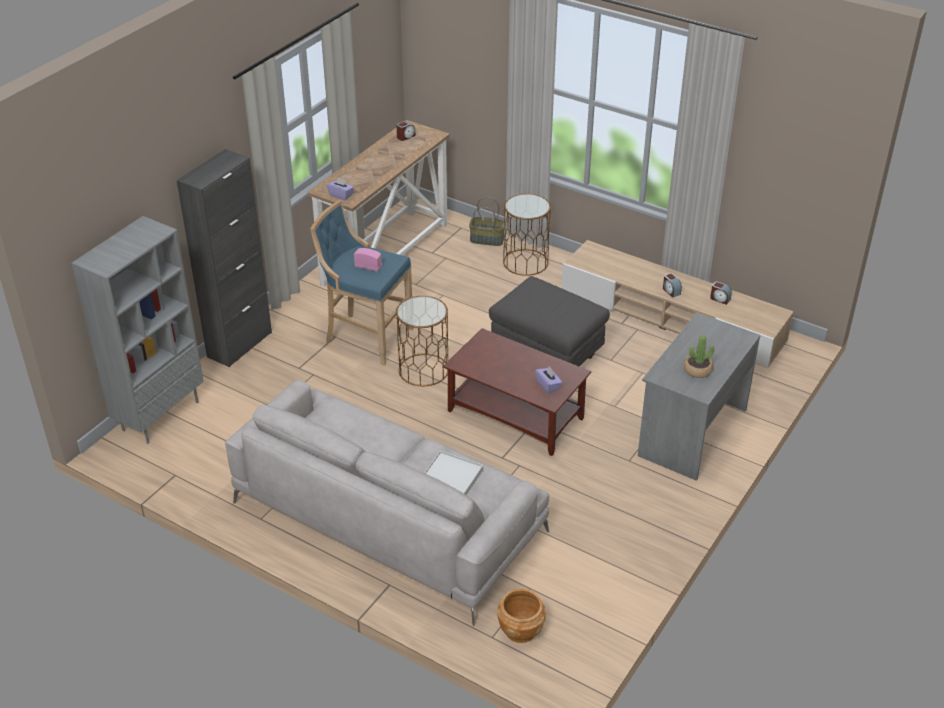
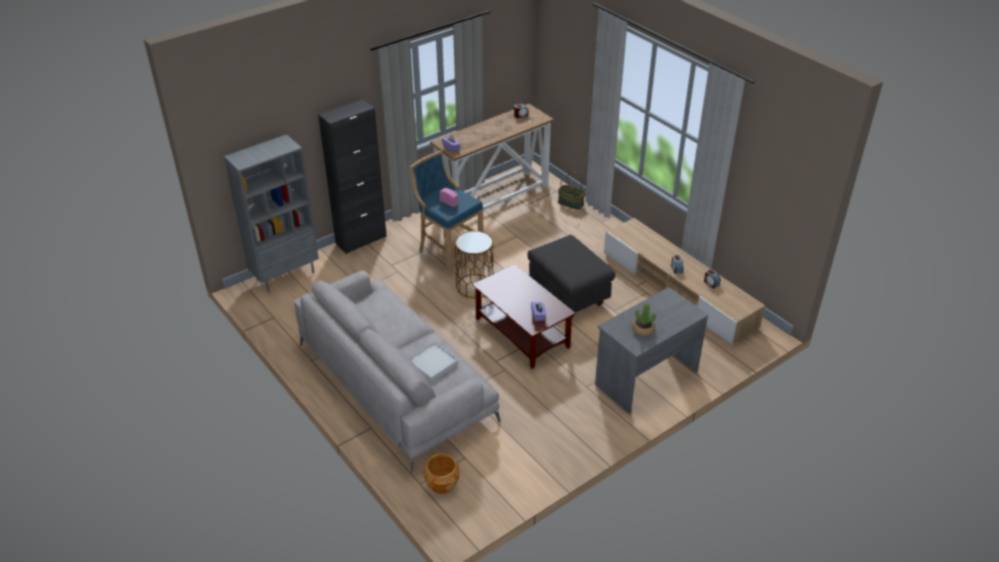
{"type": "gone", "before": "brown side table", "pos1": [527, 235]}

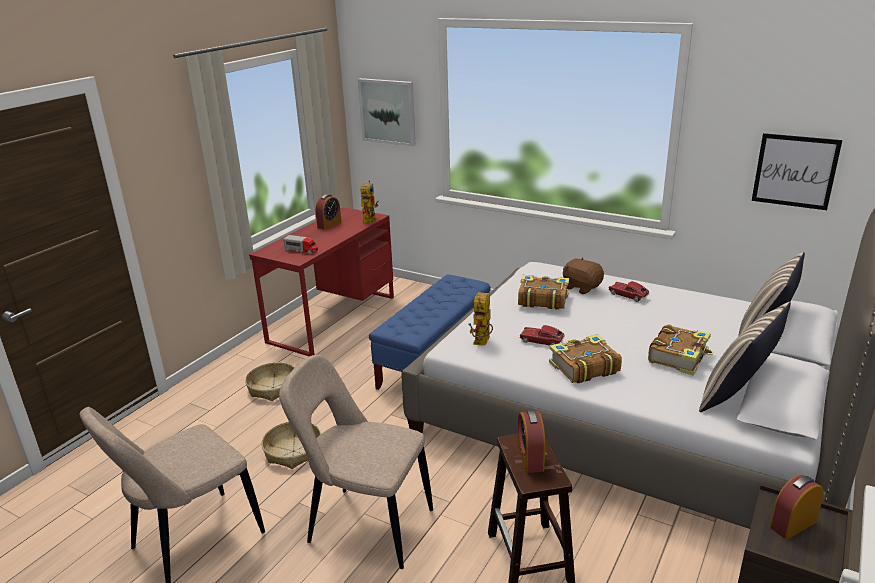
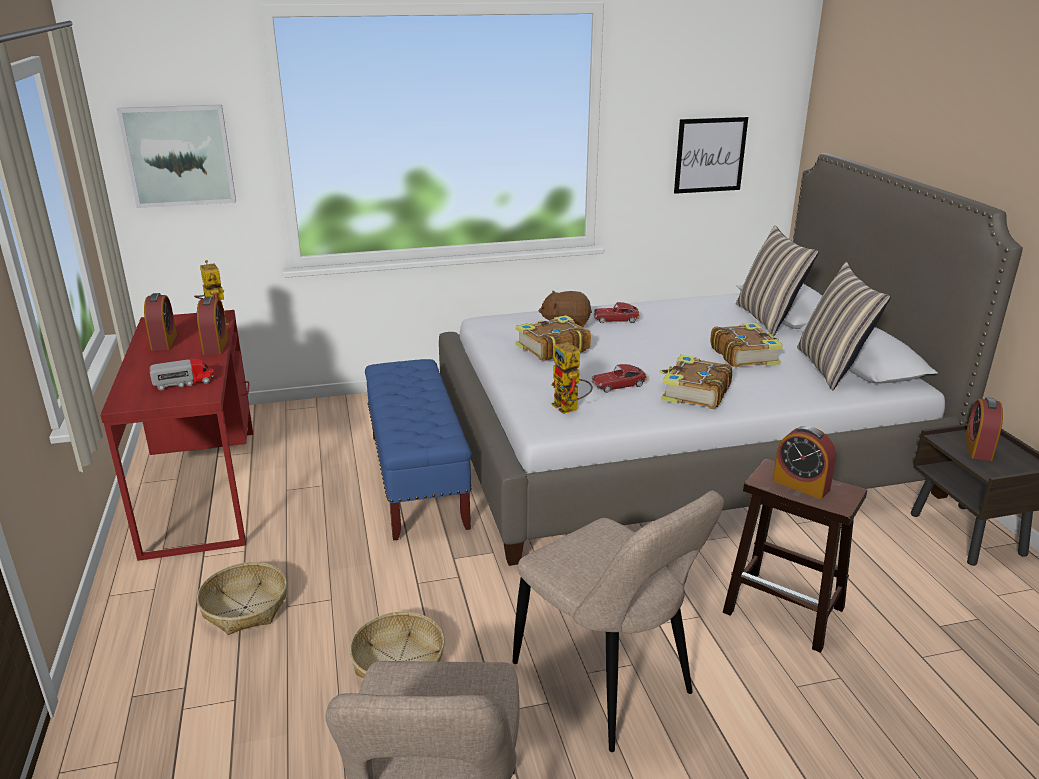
{"type": "rotated", "before": "beige chair", "pos1": [356, 462], "pos2": [618, 621], "turn": -105}
{"type": "new", "after": "alarm clock", "pos2": [212, 325]}

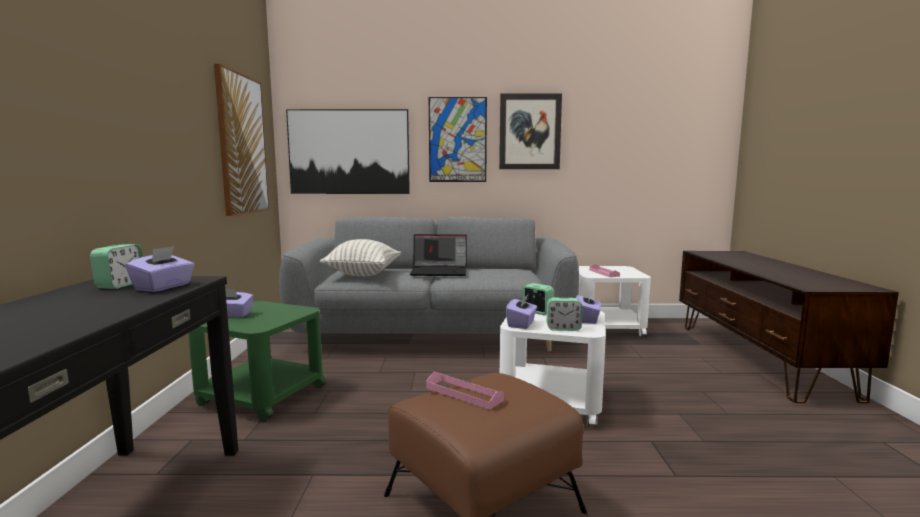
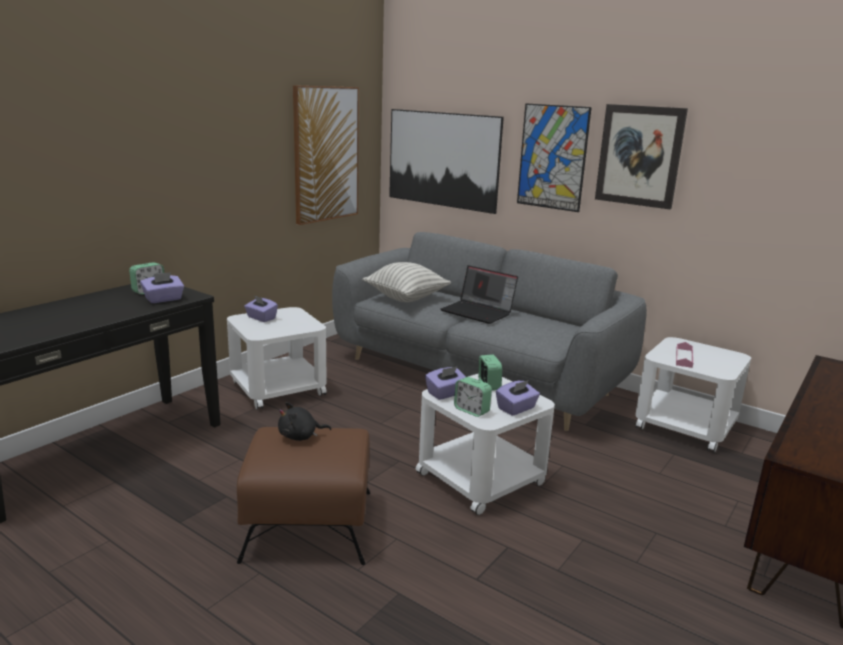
{"type": "repainted", "before": "green side table", "after": "white side table", "pos1": [257, 361], "pos2": [277, 358]}
{"type": "swapped", "before": "pink tray", "after": "black plush toy", "pos1": [465, 391], "pos2": [304, 421]}

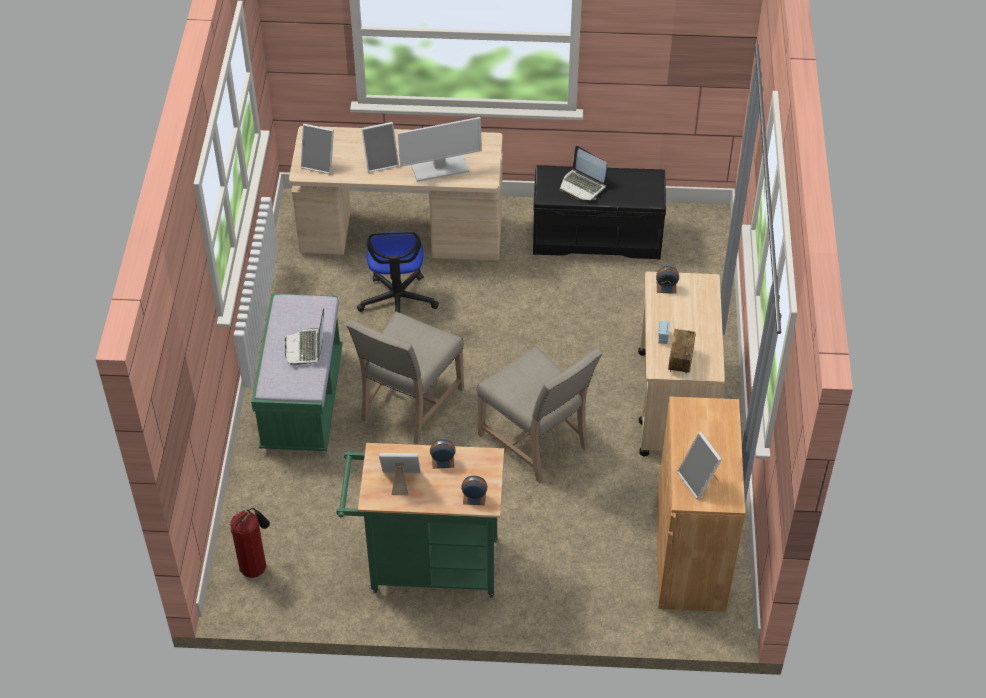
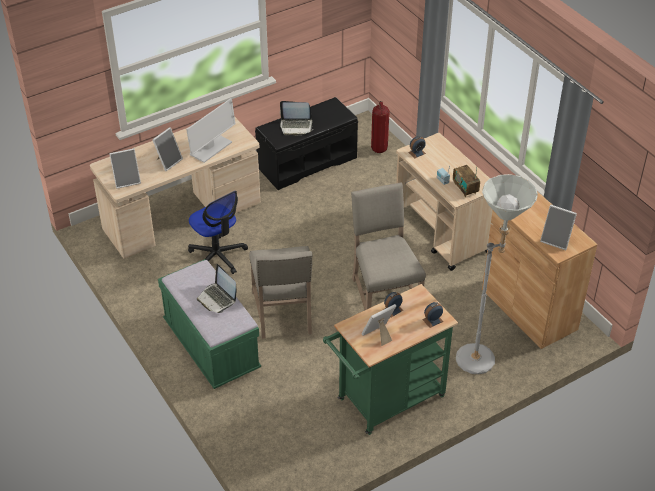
{"type": "rotated", "before": "beige chair", "pos1": [539, 414], "pos2": [388, 246], "turn": -120}
{"type": "shifted", "before": "fire extinguisher", "pos1": [249, 543], "pos2": [380, 127]}
{"type": "new", "after": "grey floor lamp", "pos2": [497, 274]}

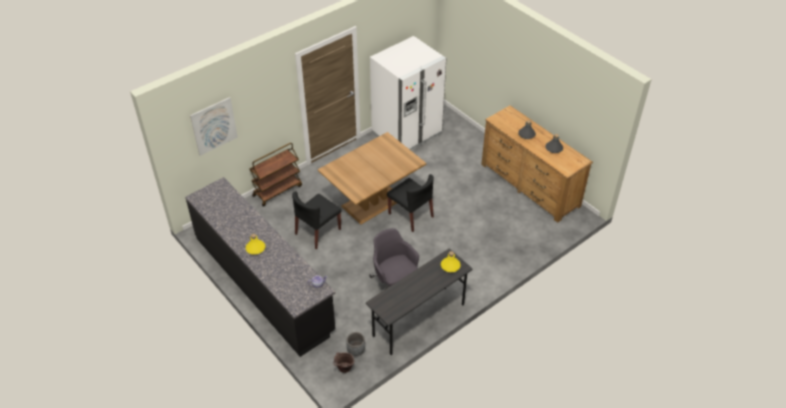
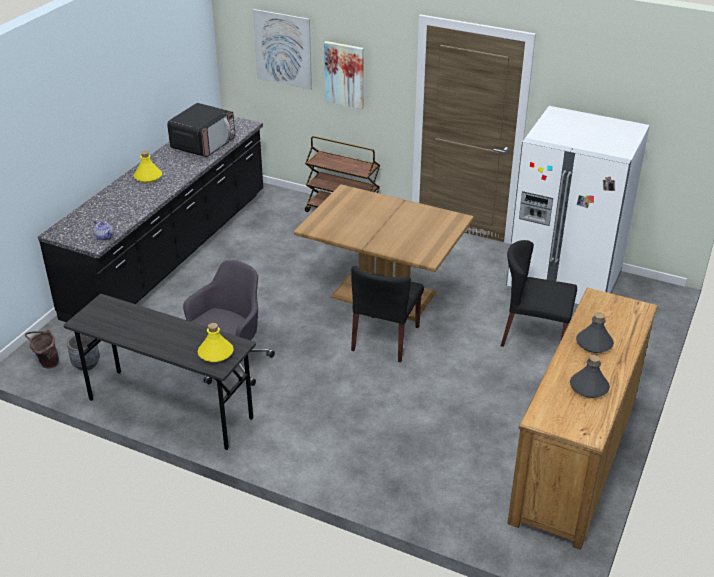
{"type": "shifted", "before": "black chair", "pos1": [317, 220], "pos2": [539, 293]}
{"type": "new", "after": "picture", "pos2": [344, 75]}
{"type": "new", "after": "microwave", "pos2": [201, 130]}

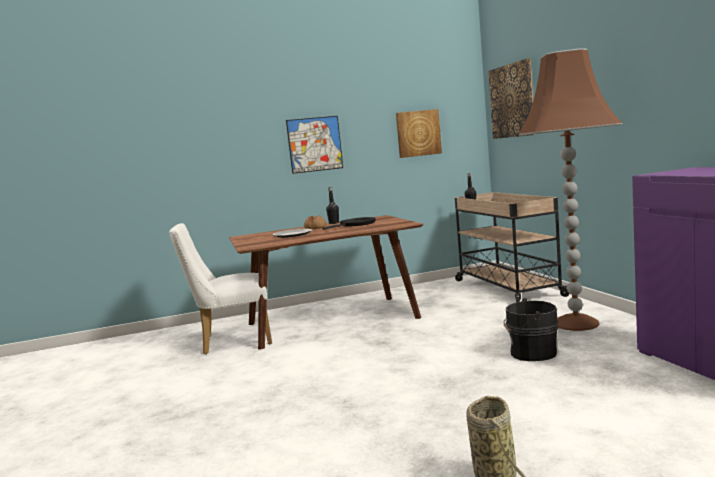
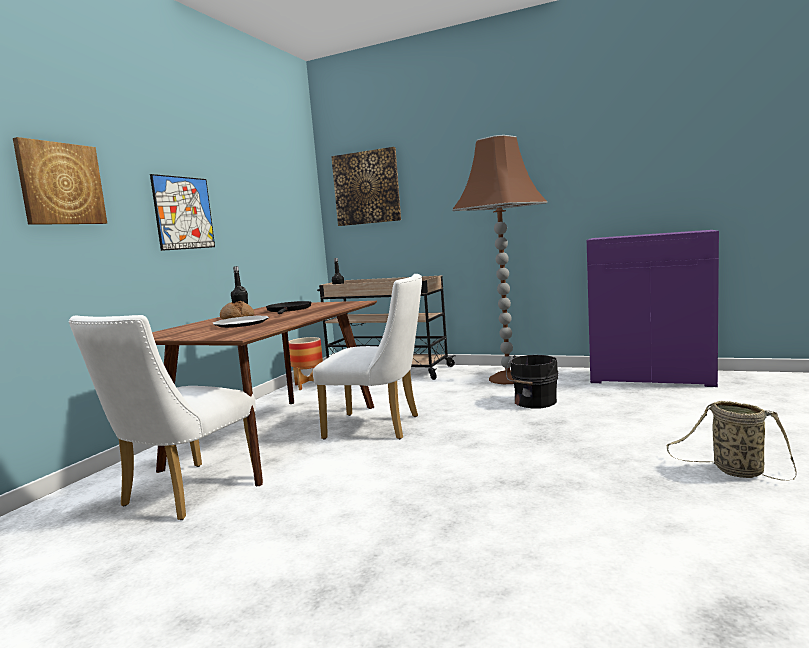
{"type": "shifted", "before": "picture", "pos1": [419, 133], "pos2": [60, 181]}
{"type": "new", "after": "white chair", "pos2": [367, 356]}
{"type": "new", "after": "planter", "pos2": [306, 363]}

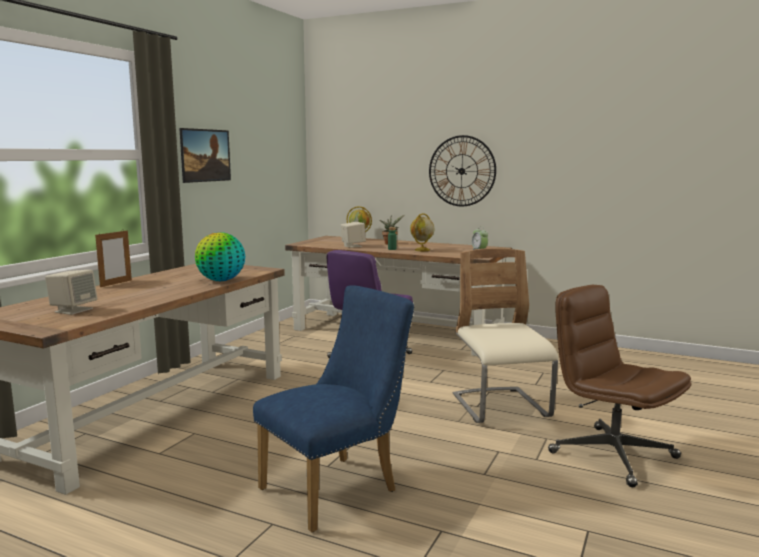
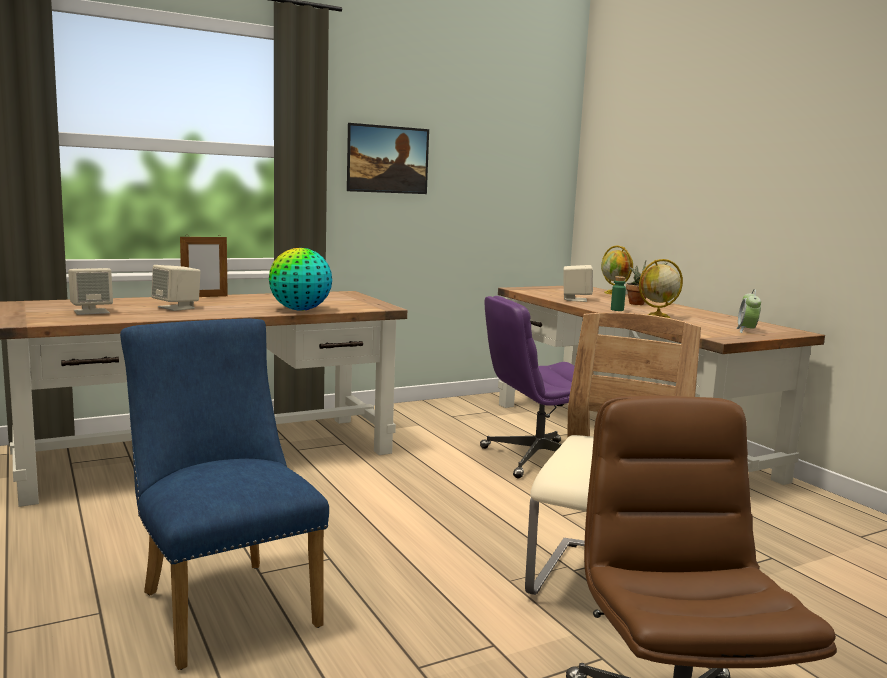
{"type": "gone", "before": "wall clock", "pos1": [462, 170]}
{"type": "rotated", "before": "blue chair", "pos1": [334, 409], "pos2": [224, 494], "turn": -120}
{"type": "new", "after": "beige speaker", "pos2": [176, 288]}

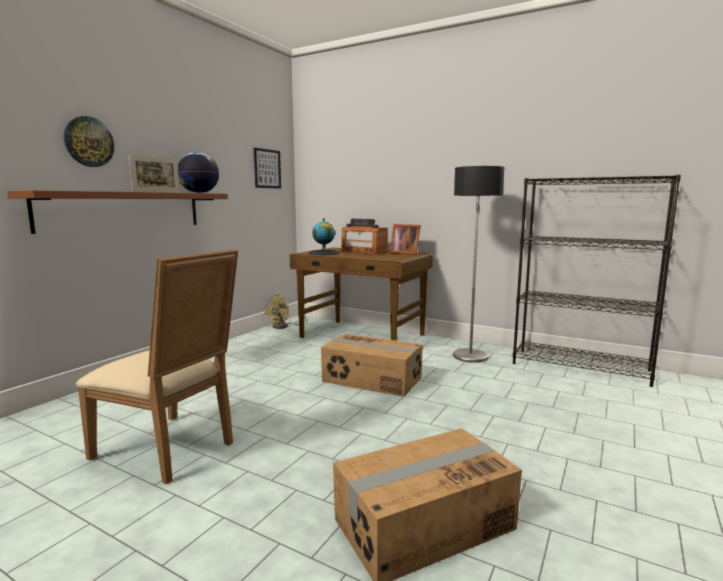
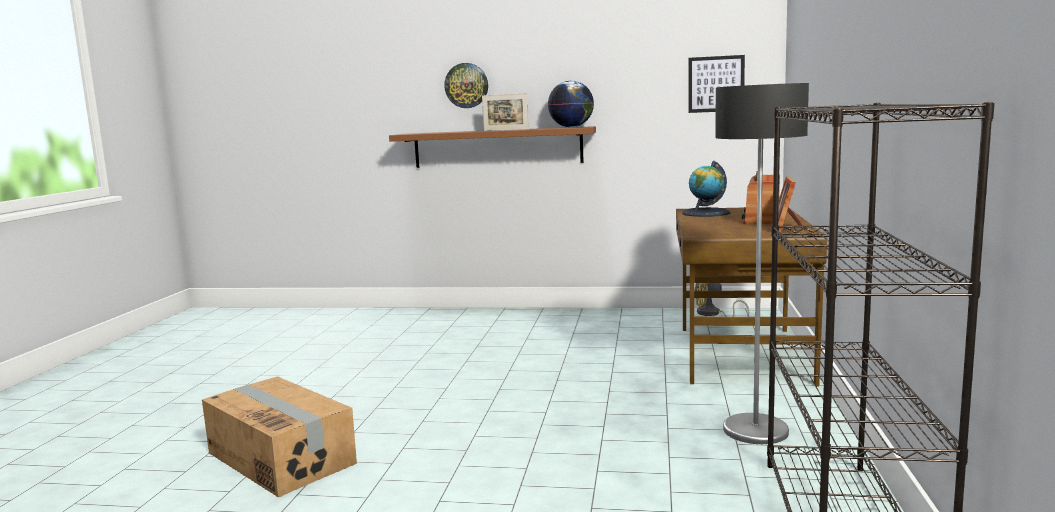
{"type": "gone", "before": "beige chair", "pos1": [157, 366]}
{"type": "gone", "before": "cardboard box", "pos1": [372, 365]}

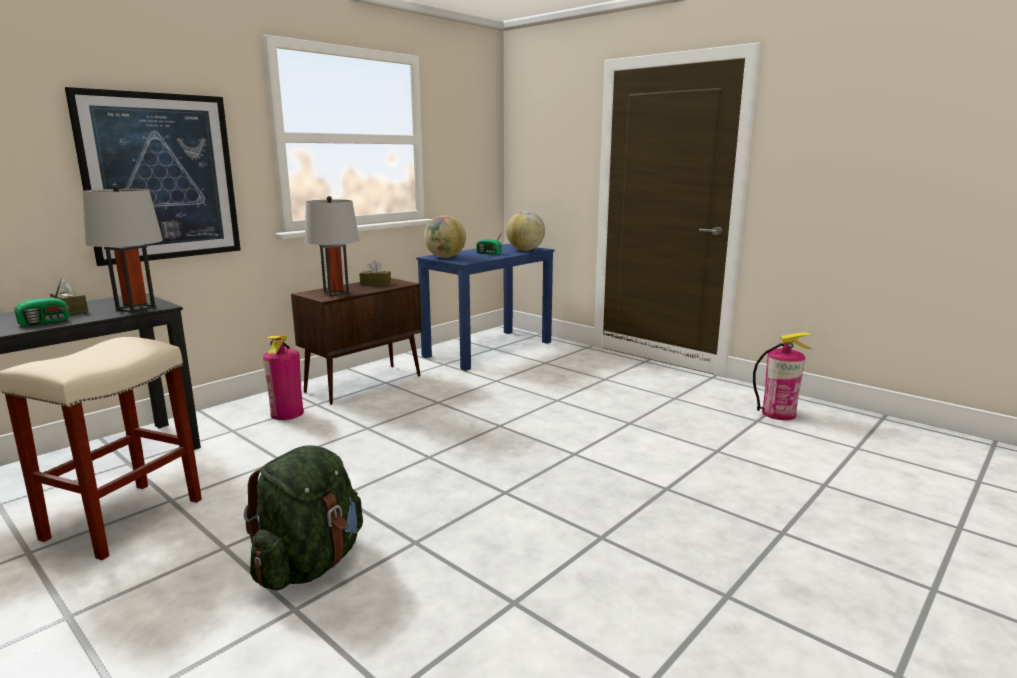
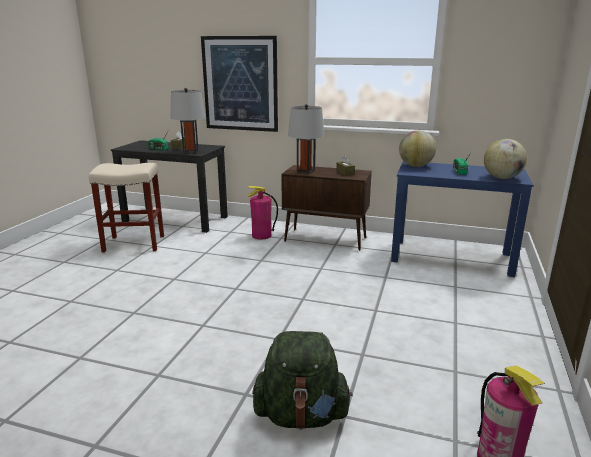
{"type": "shifted", "before": "green backpack", "pos1": [303, 517], "pos2": [302, 380]}

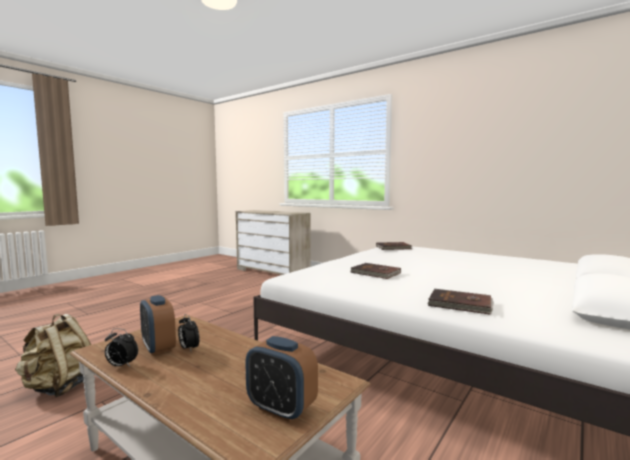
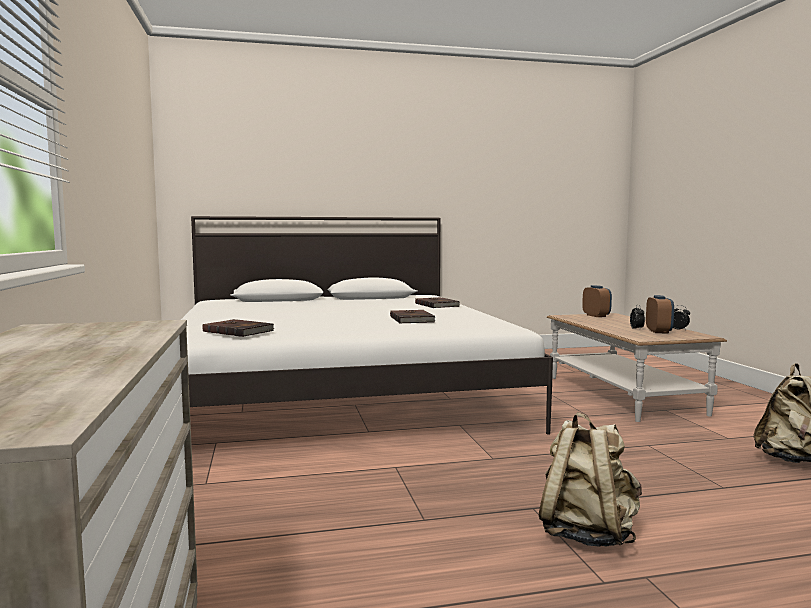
{"type": "new", "after": "beige backpack", "pos2": [590, 479]}

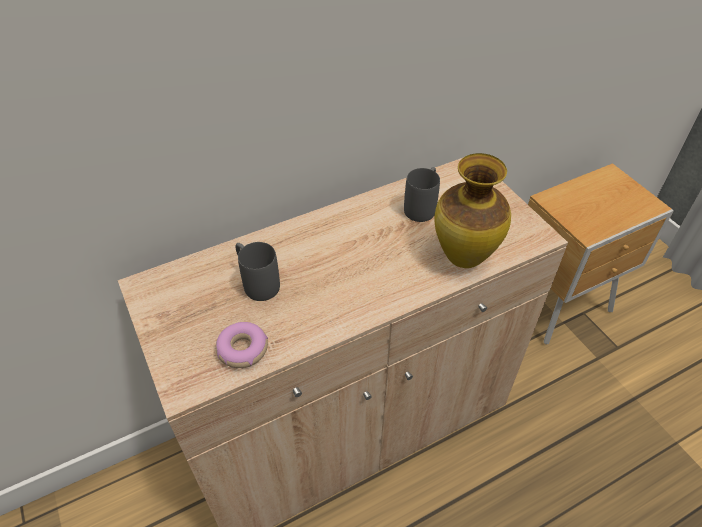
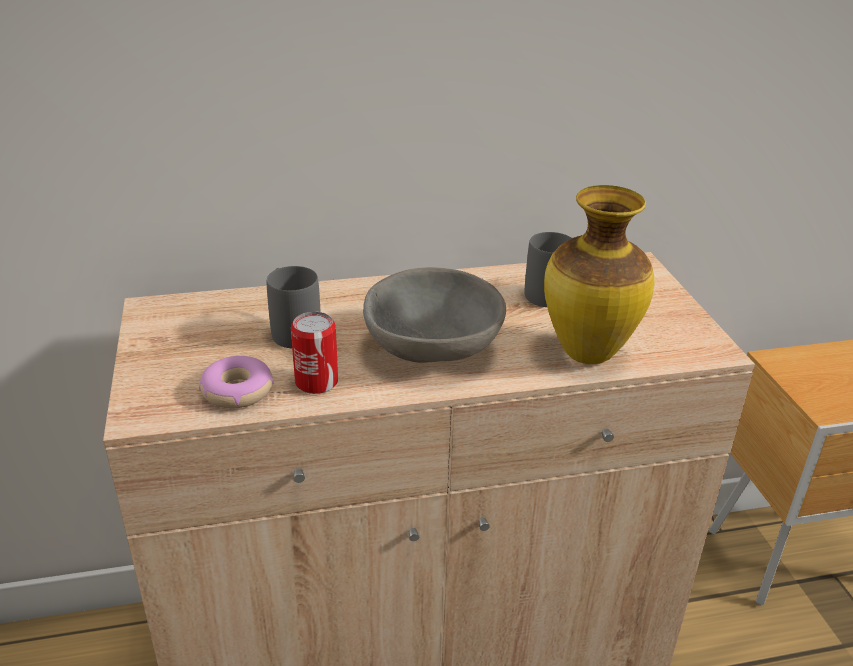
{"type": "new", "after": "grey bowl", "pos2": [434, 315]}
{"type": "new", "after": "can", "pos2": [314, 353]}

